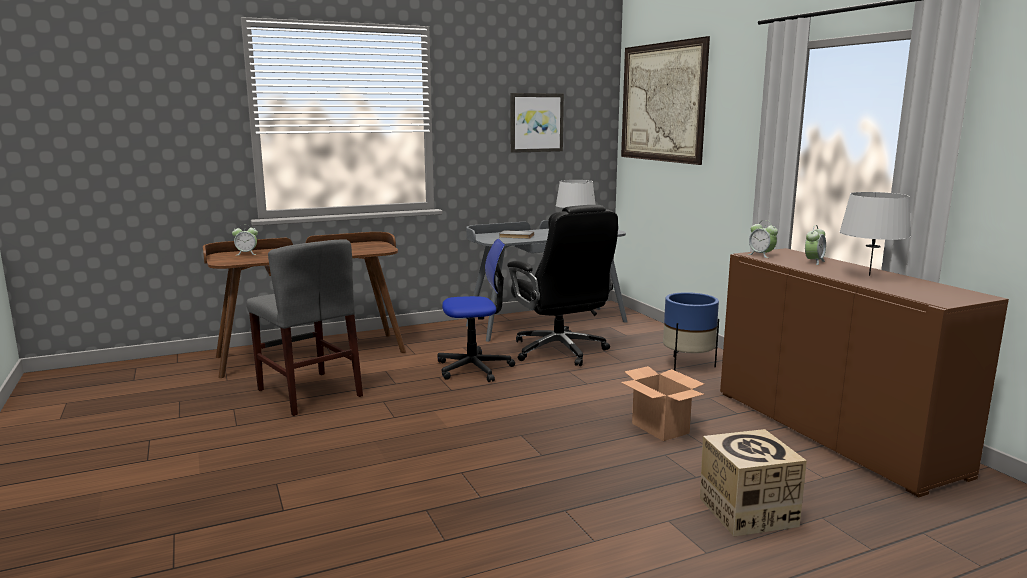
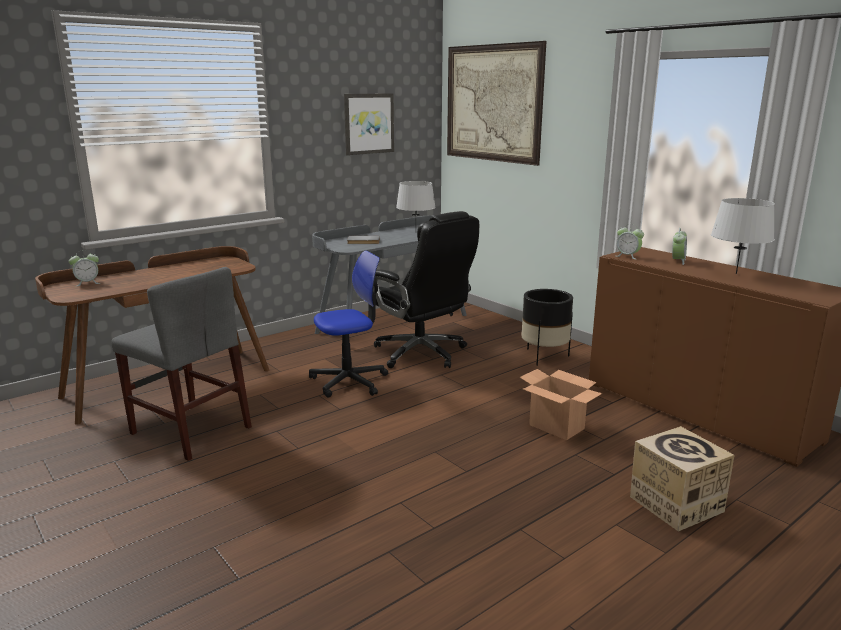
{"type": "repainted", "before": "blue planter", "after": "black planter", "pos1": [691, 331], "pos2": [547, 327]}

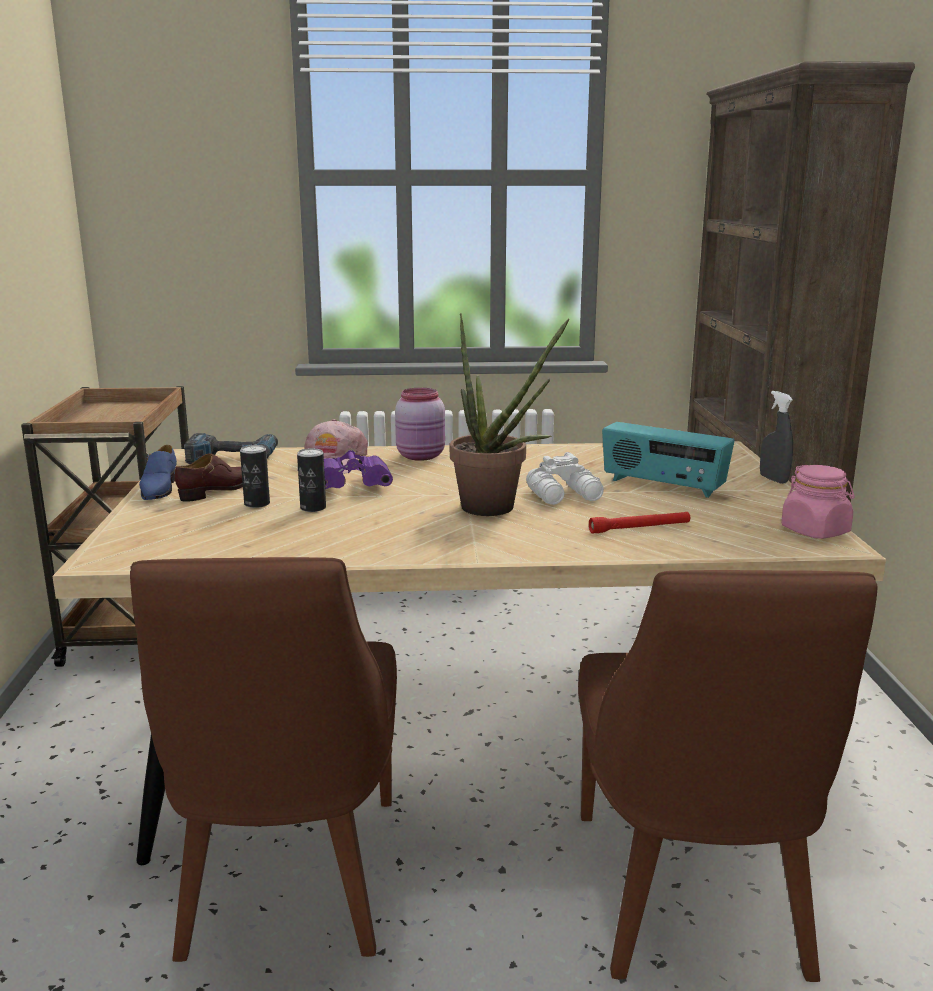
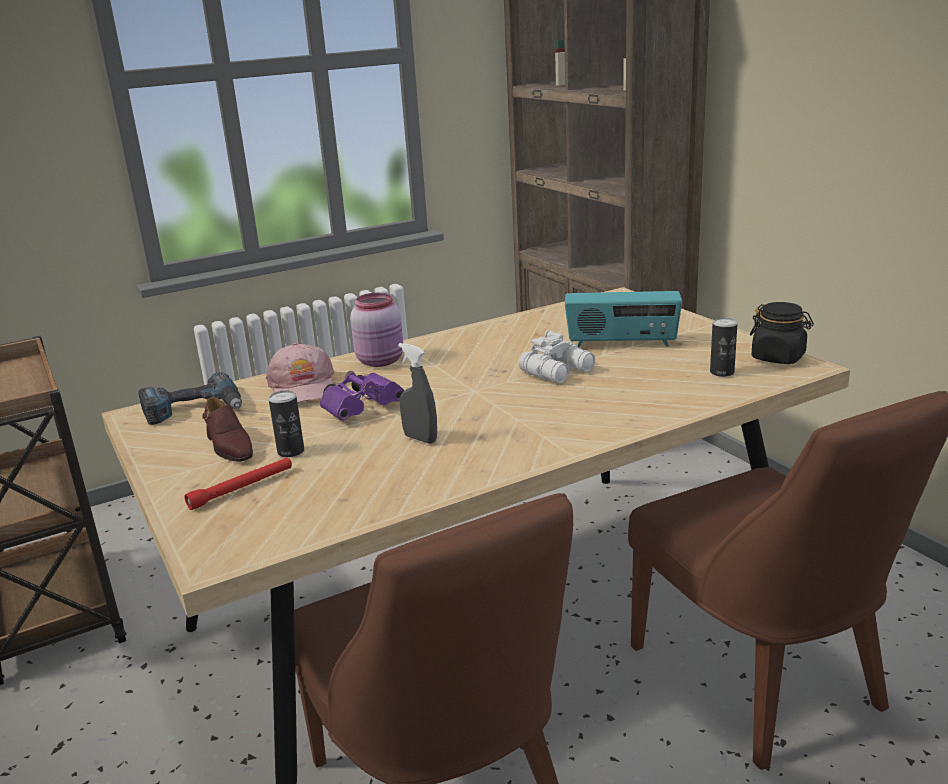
{"type": "gone", "before": "potted plant", "pos1": [510, 414]}
{"type": "shifted", "before": "grey spray bottle", "pos1": [776, 437], "pos2": [417, 393]}
{"type": "gone", "before": "blue shoe", "pos1": [158, 472]}
{"type": "shifted", "before": "can", "pos1": [311, 480], "pos2": [723, 347]}
{"type": "rotated", "before": "brown shoe", "pos1": [209, 477], "pos2": [227, 429], "turn": 135}
{"type": "repainted", "before": "pink jar", "after": "black jar", "pos1": [818, 502], "pos2": [782, 333]}
{"type": "shifted", "before": "red flashlight", "pos1": [639, 523], "pos2": [238, 484]}

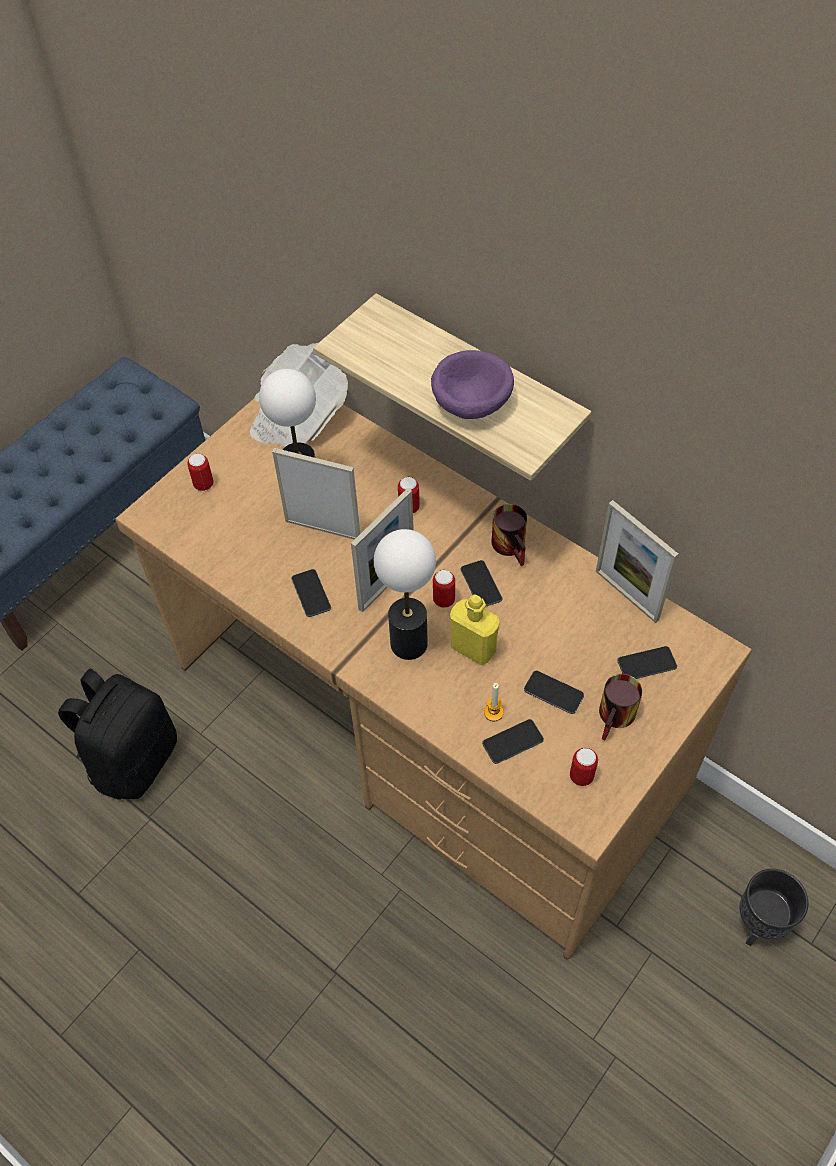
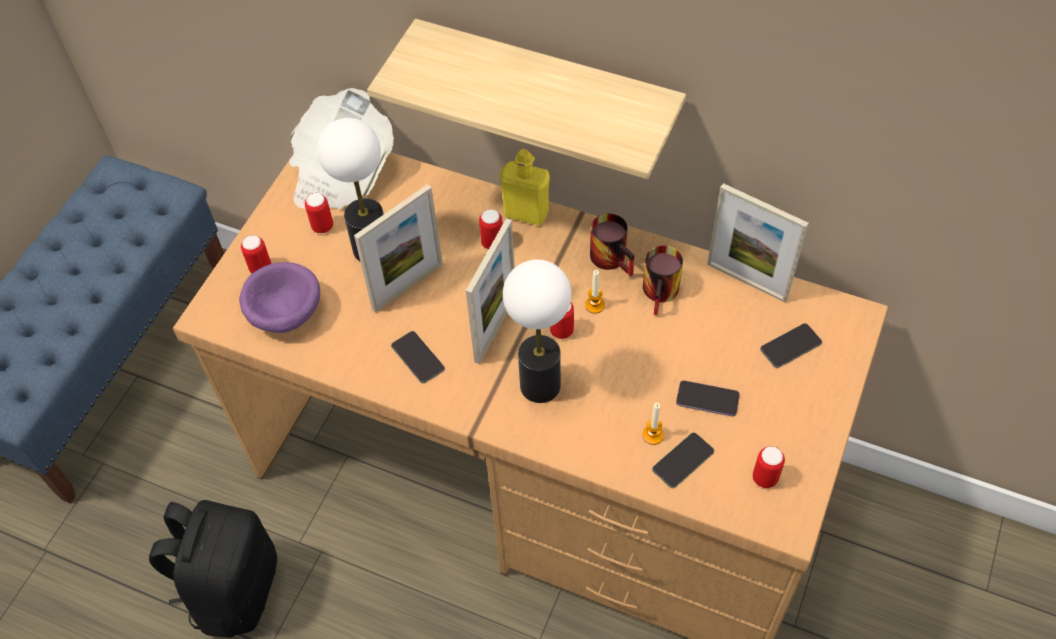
{"type": "shifted", "before": "purple bowl", "pos1": [472, 384], "pos2": [279, 297]}
{"type": "rotated", "before": "picture frame", "pos1": [316, 494], "pos2": [398, 248], "turn": 135}
{"type": "swapped", "before": "phone", "after": "candle", "pos1": [481, 583], "pos2": [595, 292]}
{"type": "shifted", "before": "yellow bottle", "pos1": [475, 629], "pos2": [525, 187]}
{"type": "shifted", "before": "mug", "pos1": [620, 707], "pos2": [663, 280]}
{"type": "gone", "before": "black planter", "pos1": [774, 907]}
{"type": "new", "after": "can", "pos2": [319, 213]}

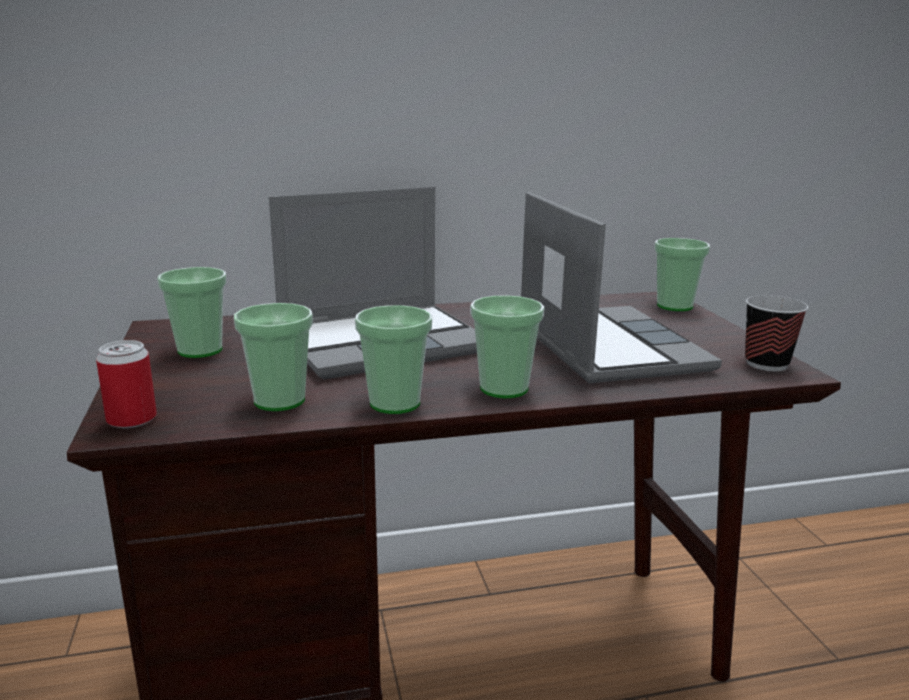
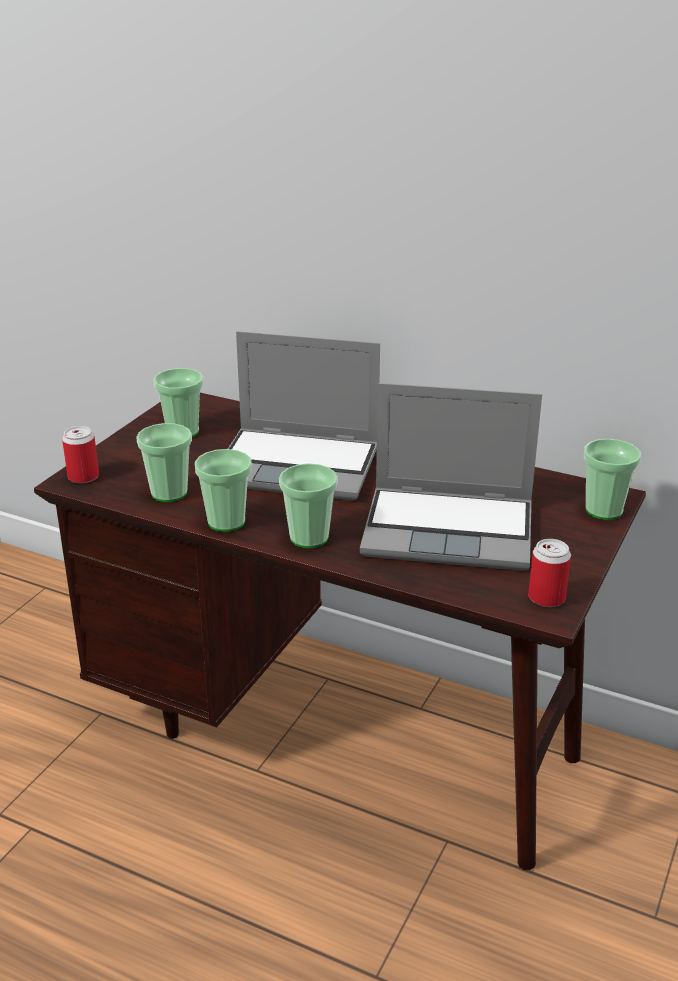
{"type": "rotated", "before": "laptop", "pos1": [621, 288], "pos2": [451, 477], "turn": 75}
{"type": "swapped", "before": "cup", "after": "can", "pos1": [776, 333], "pos2": [549, 573]}

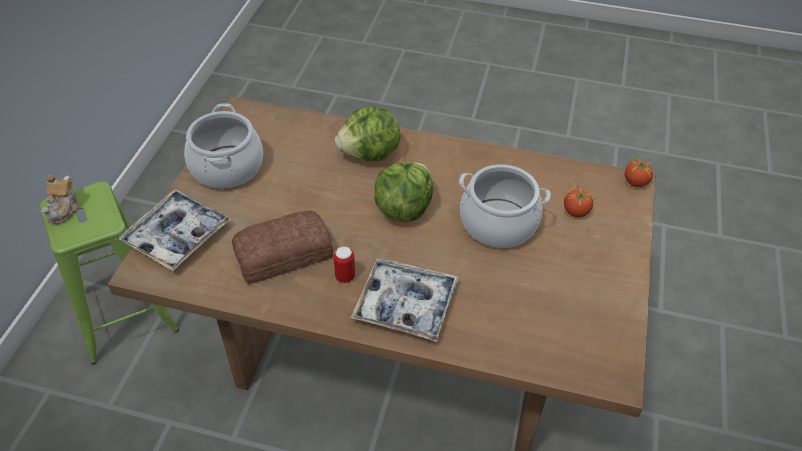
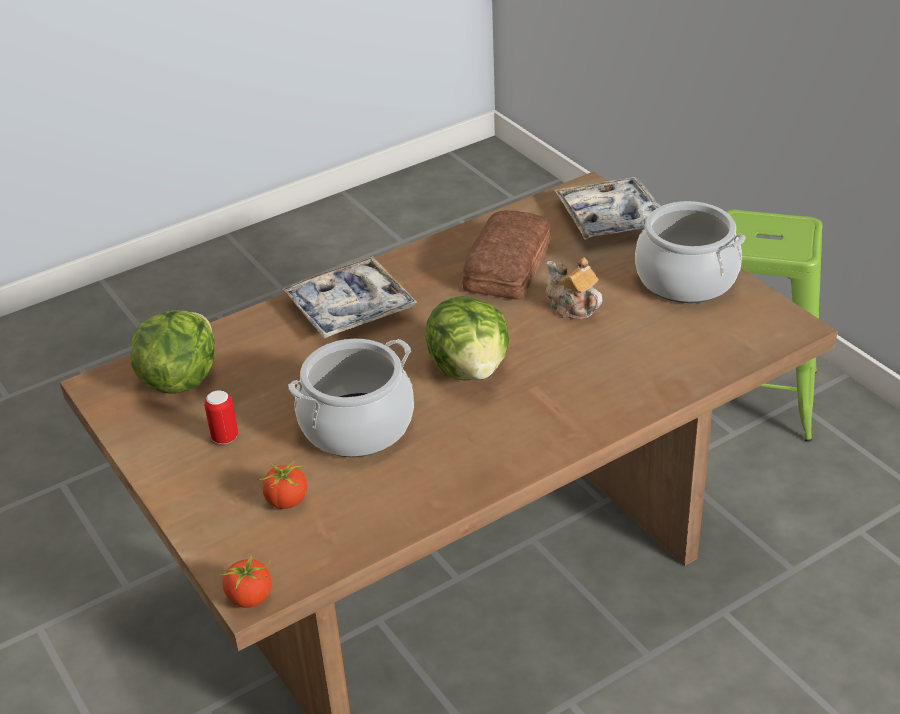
{"type": "shifted", "before": "lettuce", "pos1": [368, 134], "pos2": [173, 352]}
{"type": "shifted", "before": "teapot", "pos1": [60, 199], "pos2": [574, 288]}
{"type": "shifted", "before": "can", "pos1": [344, 264], "pos2": [221, 417]}

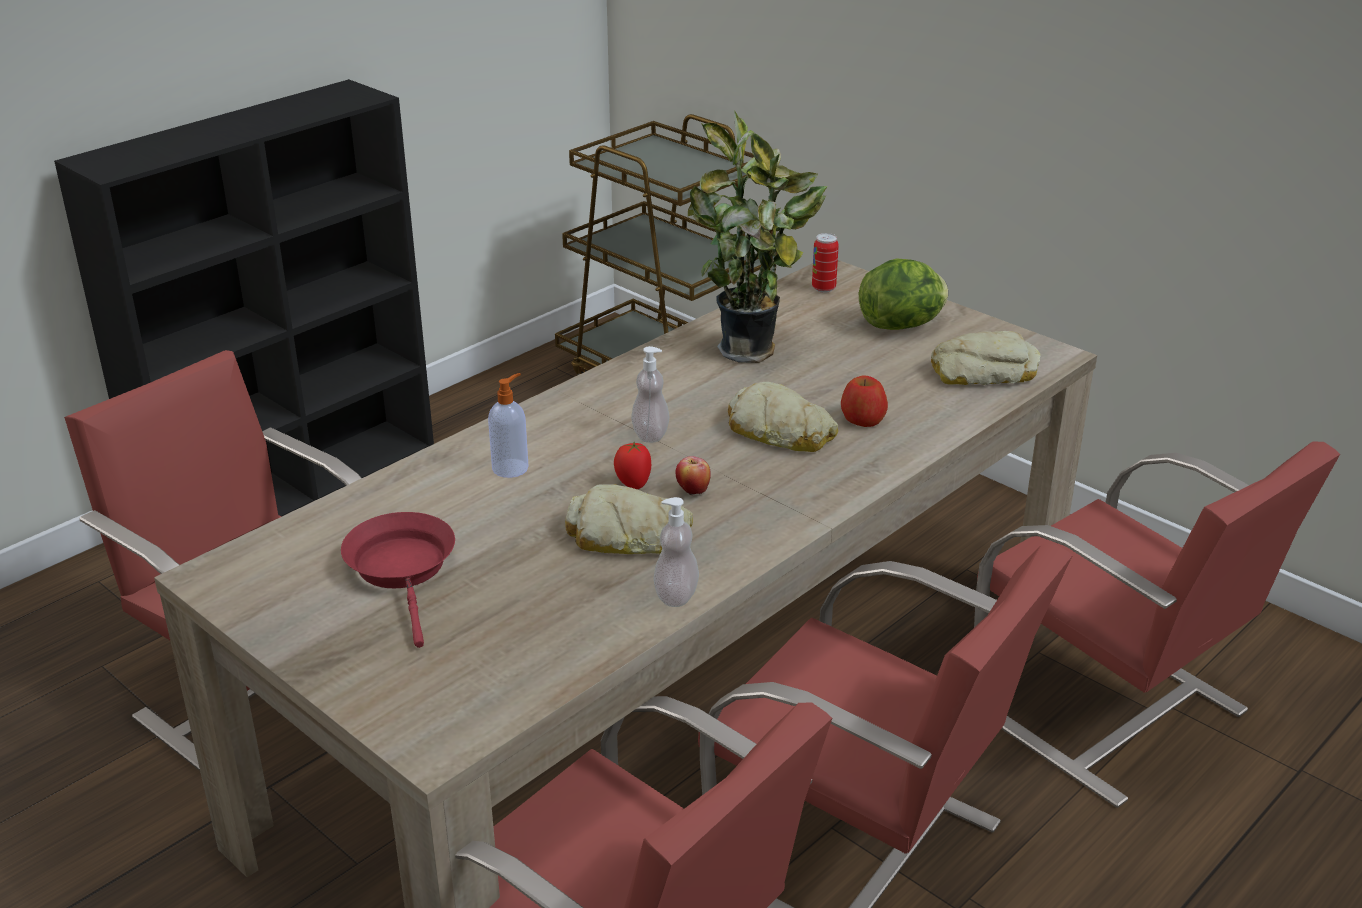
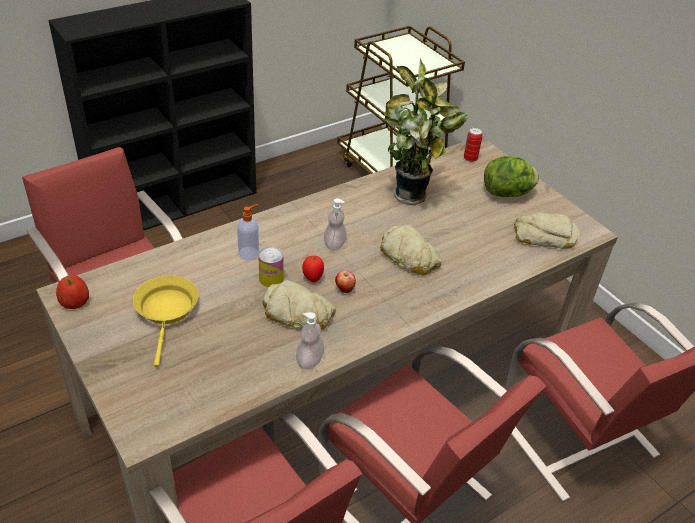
{"type": "shifted", "before": "apple", "pos1": [864, 401], "pos2": [72, 292]}
{"type": "repainted", "before": "red frying pan", "after": "yellow frying pan", "pos1": [398, 580], "pos2": [165, 321]}
{"type": "new", "after": "can", "pos2": [271, 267]}

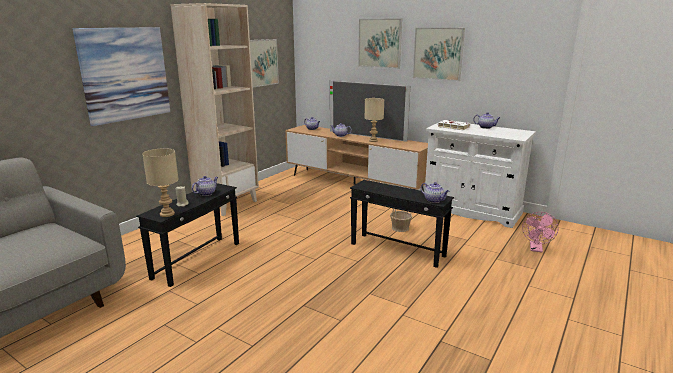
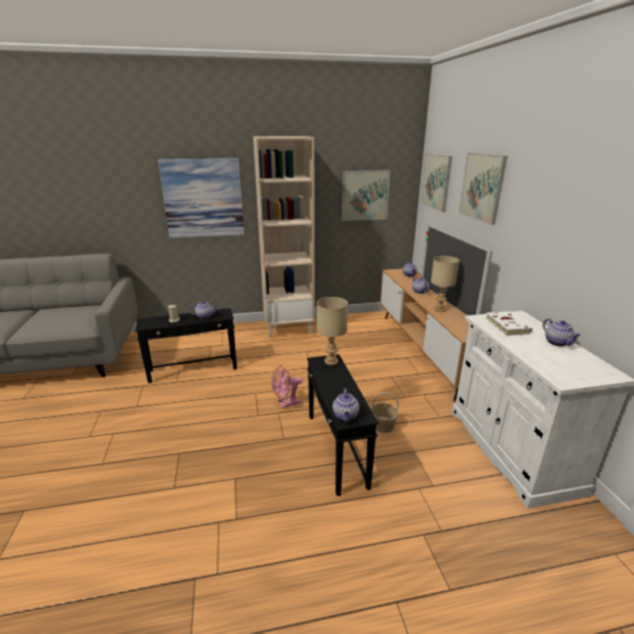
{"type": "shifted", "before": "picture", "pos1": [439, 54], "pos2": [436, 182]}
{"type": "shifted", "before": "beige table lamp", "pos1": [160, 182], "pos2": [332, 331]}
{"type": "shifted", "before": "pink fan", "pos1": [540, 232], "pos2": [287, 386]}

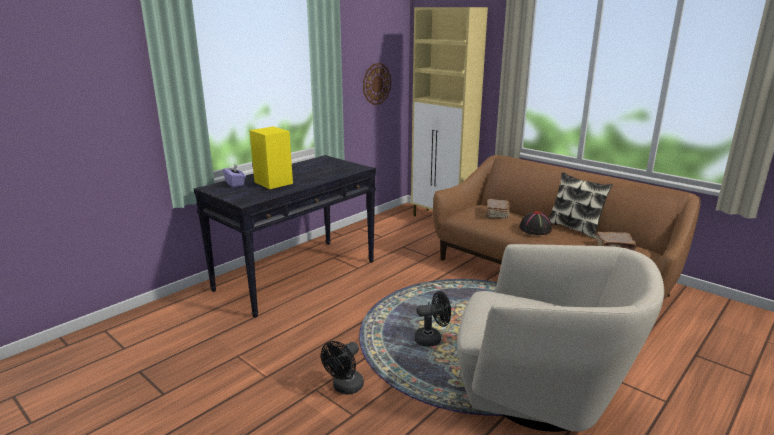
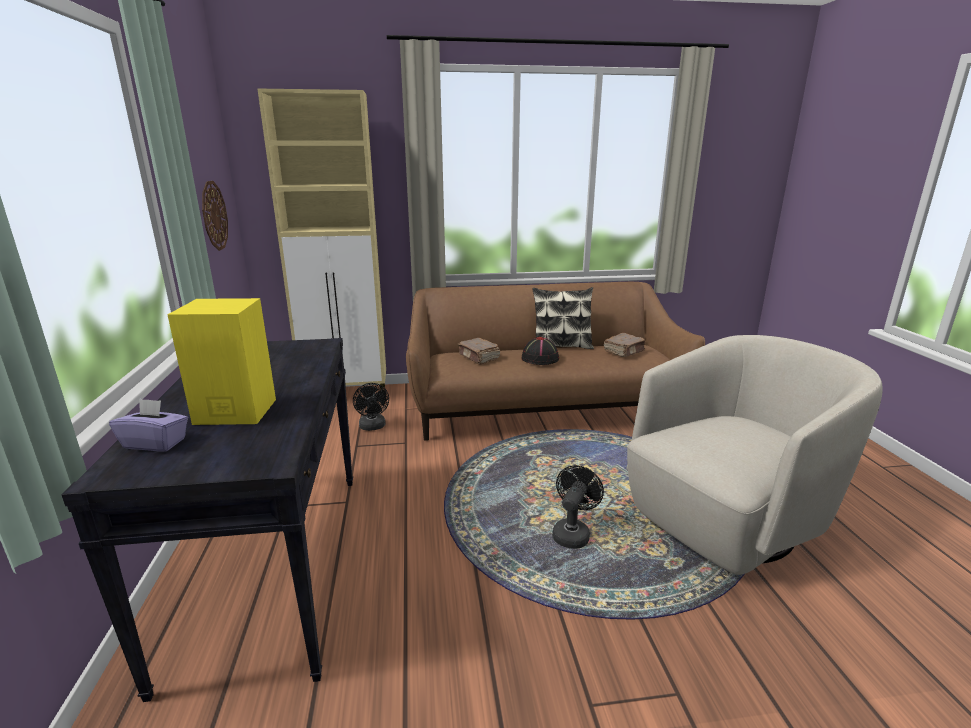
{"type": "shifted", "before": "black fan", "pos1": [342, 368], "pos2": [371, 407]}

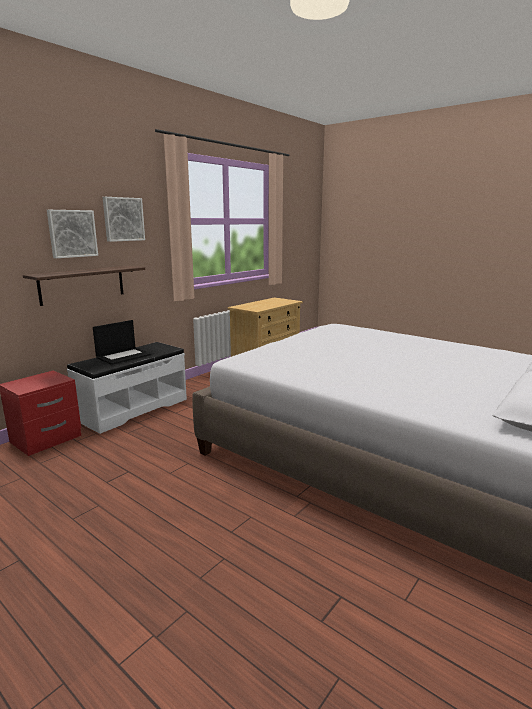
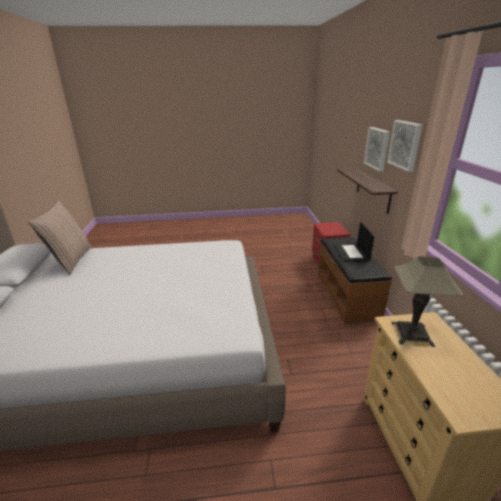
{"type": "repainted", "before": "white bench", "after": "brown bench", "pos1": [127, 388], "pos2": [355, 280]}
{"type": "new", "after": "pillow", "pos2": [60, 237]}
{"type": "new", "after": "table lamp", "pos2": [427, 301]}

